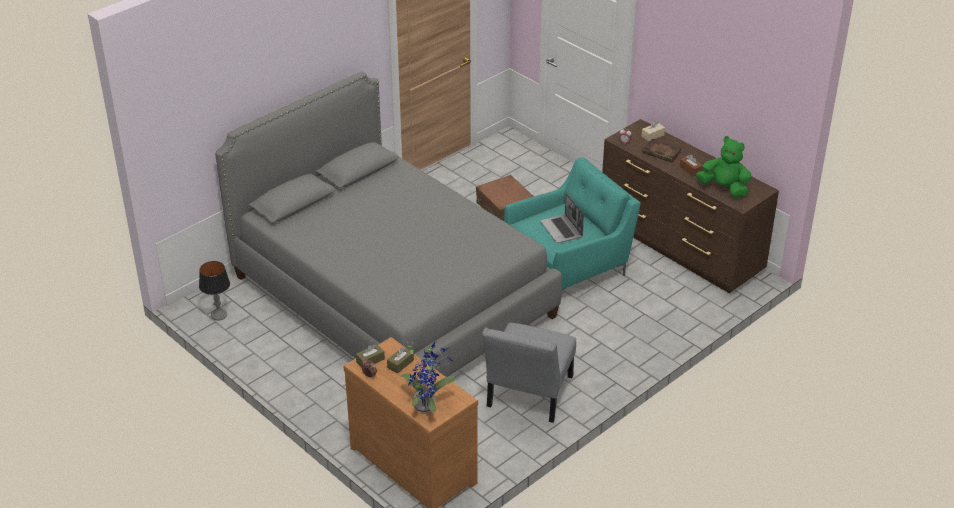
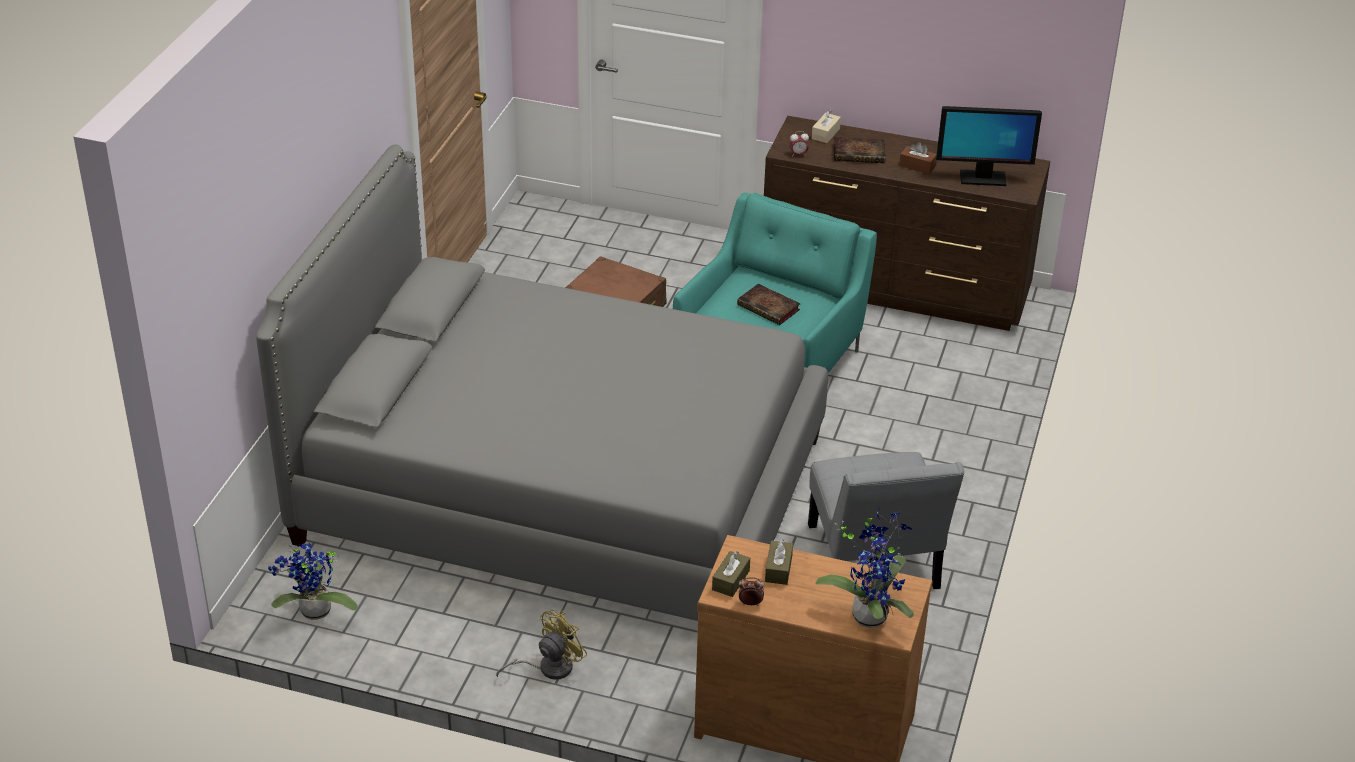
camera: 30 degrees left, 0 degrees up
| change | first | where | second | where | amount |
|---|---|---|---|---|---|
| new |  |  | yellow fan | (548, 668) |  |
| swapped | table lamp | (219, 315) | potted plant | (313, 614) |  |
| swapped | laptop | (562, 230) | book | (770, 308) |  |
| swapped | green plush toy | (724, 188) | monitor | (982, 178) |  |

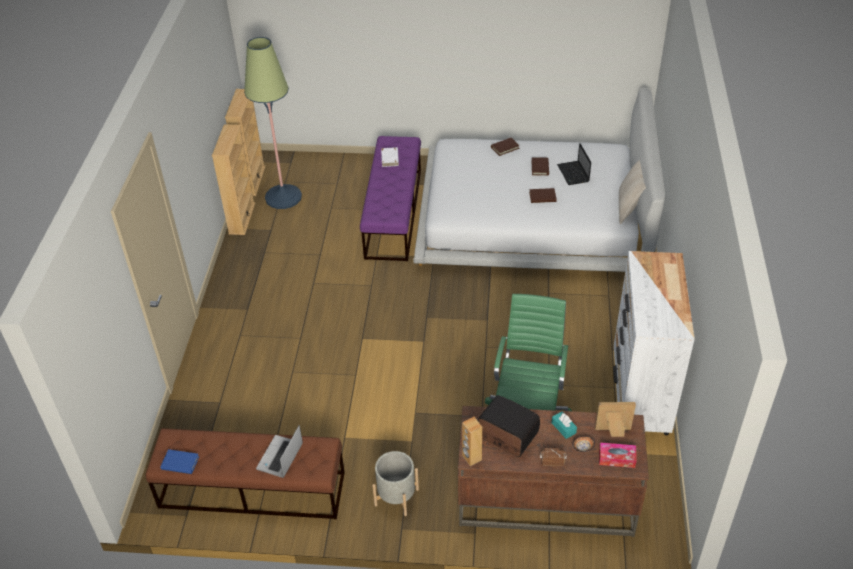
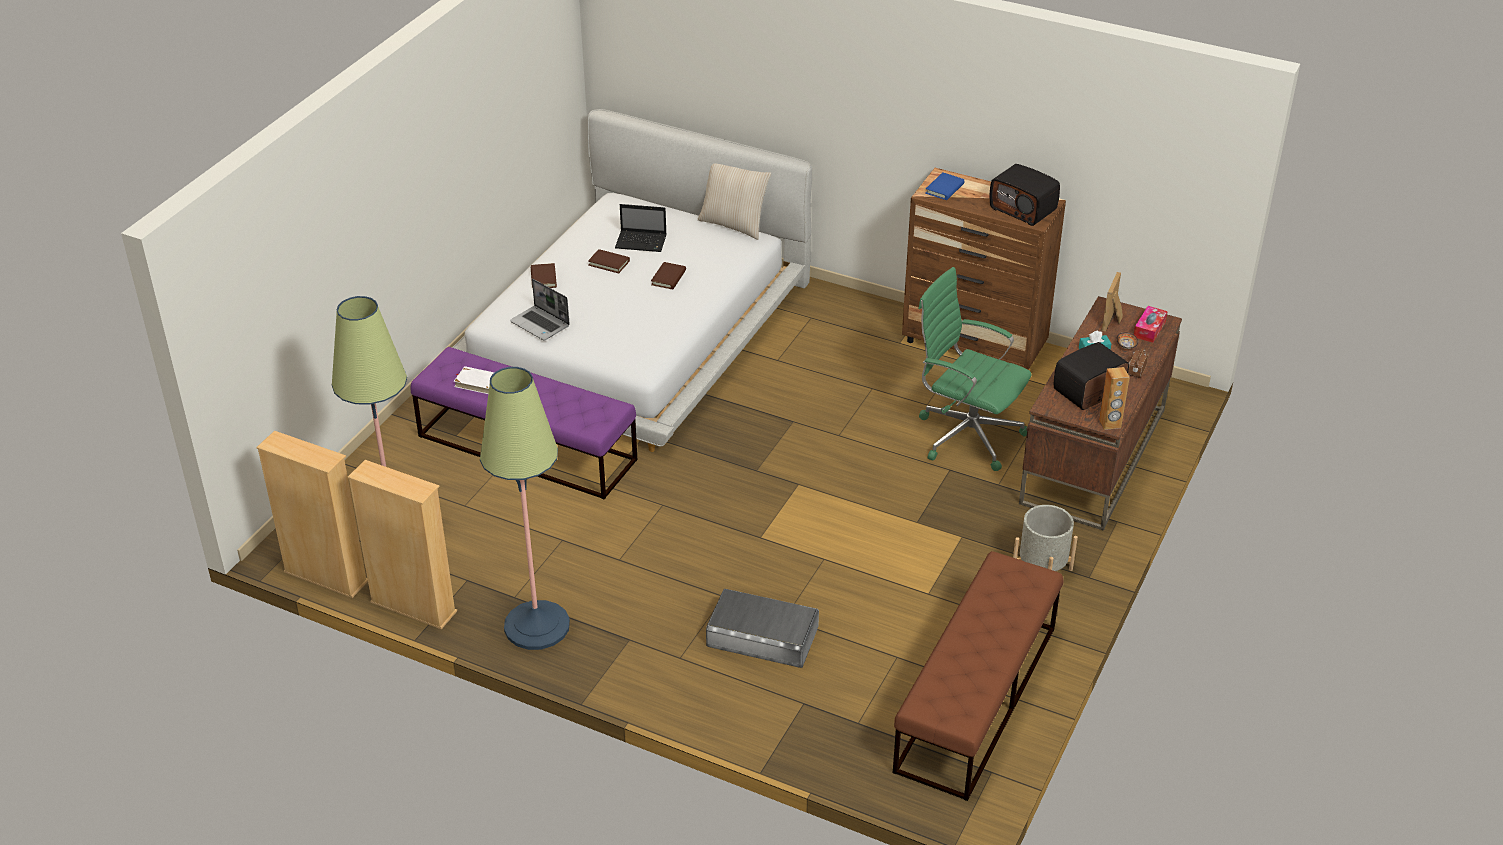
camera: 70 degrees left, 5 degrees down
| change | first | where | second | where | amount |
|---|---|---|---|---|---|
| new |  |  | floor lamp | (537, 626) |  |
| new |  |  | grey storage box | (762, 636) |  |
| new |  |  | radio | (1023, 209) |  |
| shifted | blue book | (180, 463) |  | (944, 188) |  |
| shifted | laptop | (280, 457) |  | (541, 324) |  |
| repainted | white dresser | (640, 393) | brown dresser | (975, 344) |  |

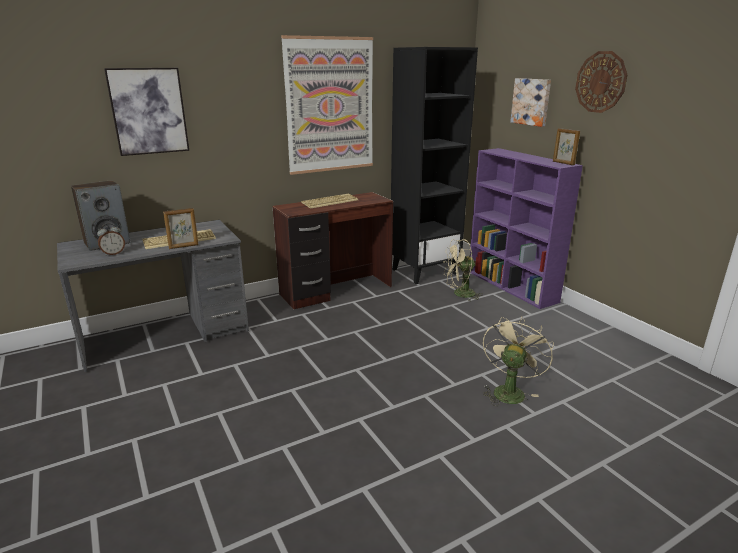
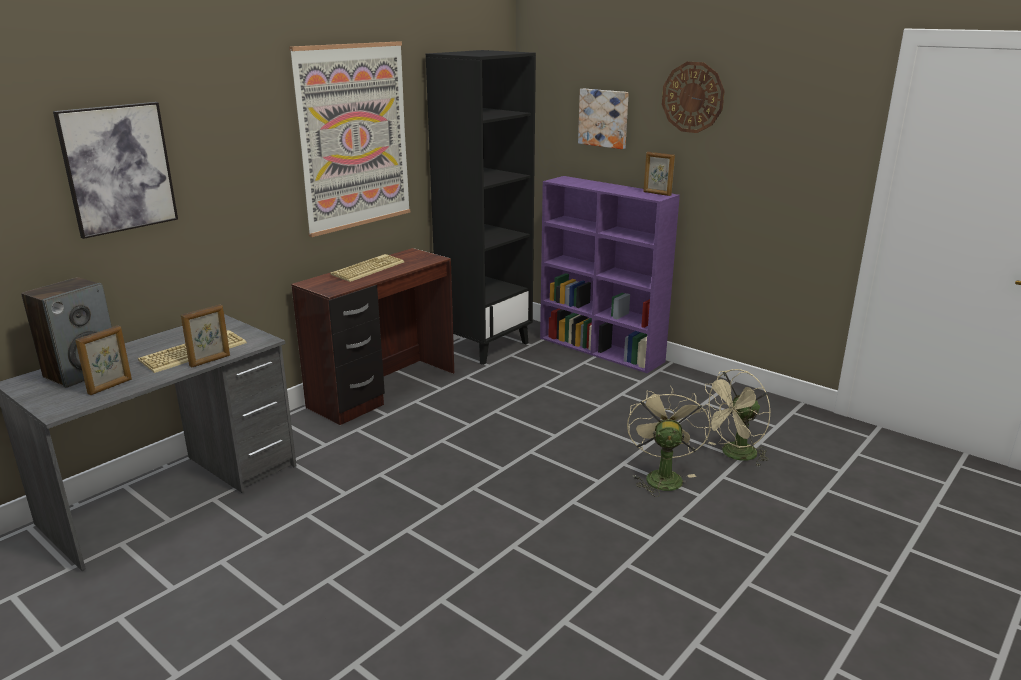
camera: 20 degrees left, 0 degrees up
| change | first | where | second | where | amount |
|---|---|---|---|---|---|
| shifted | beige fan | (460, 294) |  | (734, 455) |  |
| swapped | alarm clock | (113, 253) | picture frame | (110, 386) |  |

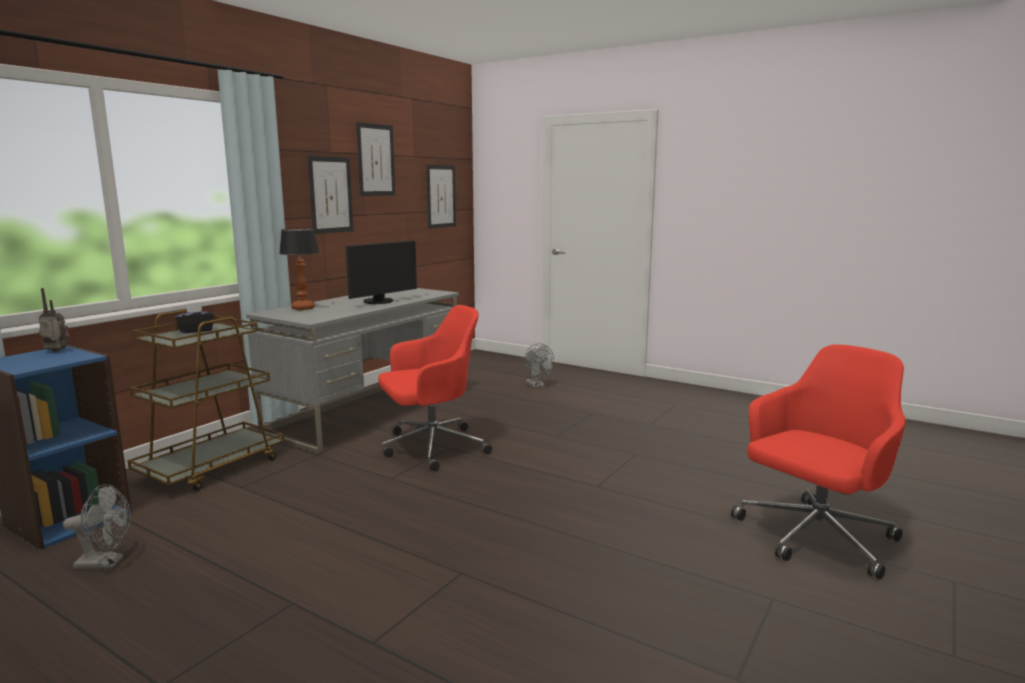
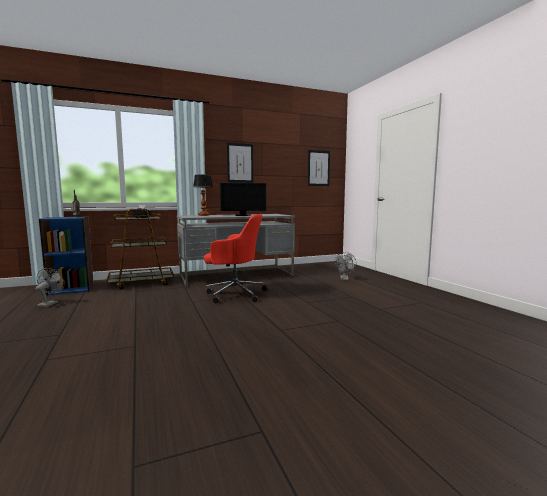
camera: 35 degrees right, 5 degrees down
| change | first | where | second | where | amount |
|---|---|---|---|---|---|
| gone | picture | (376, 160) |  |  |  |
| gone | red office chair | (814, 537) |  |  |  |
| rotated | grey fan | (106, 562) |  | (50, 303) | 120 degrees counterclockwise |

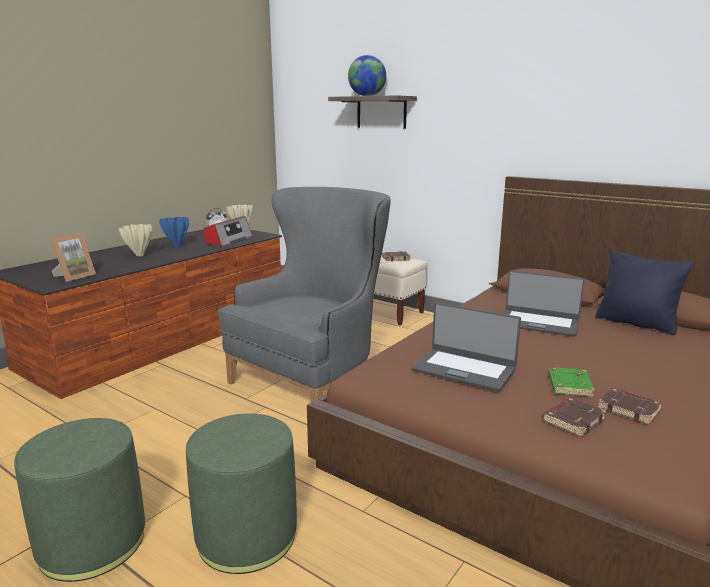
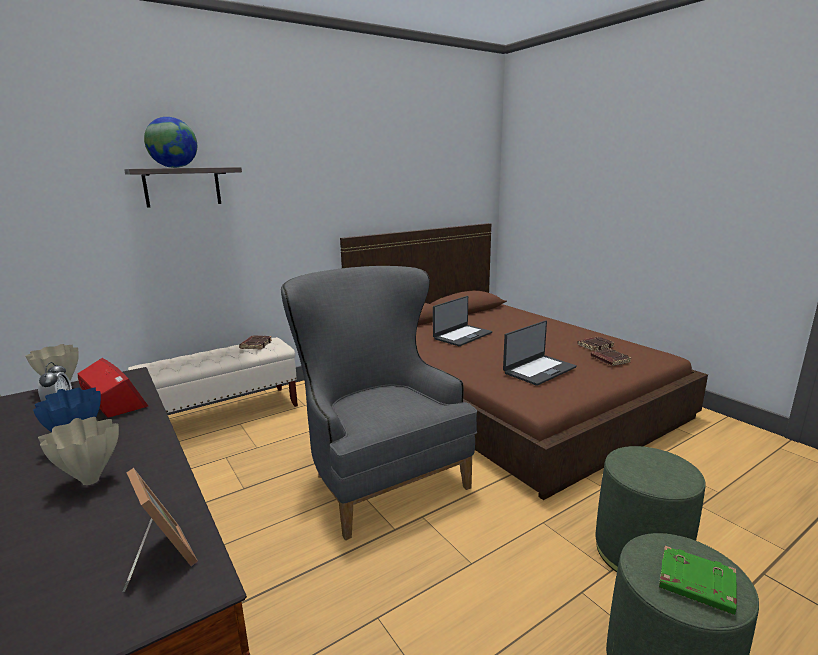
camera: 70 degrees left, 0 degrees up
| change | first | where | second | where | amount |
|---|---|---|---|---|---|
| gone | black pillow | (636, 323) |  |  |  |
| shifted | green book | (568, 385) |  | (695, 584) |  |

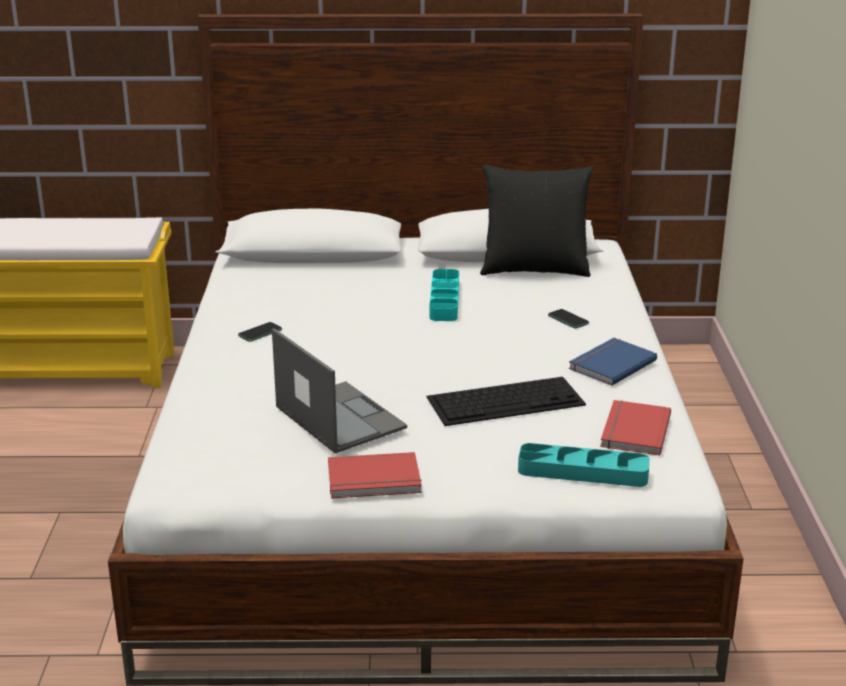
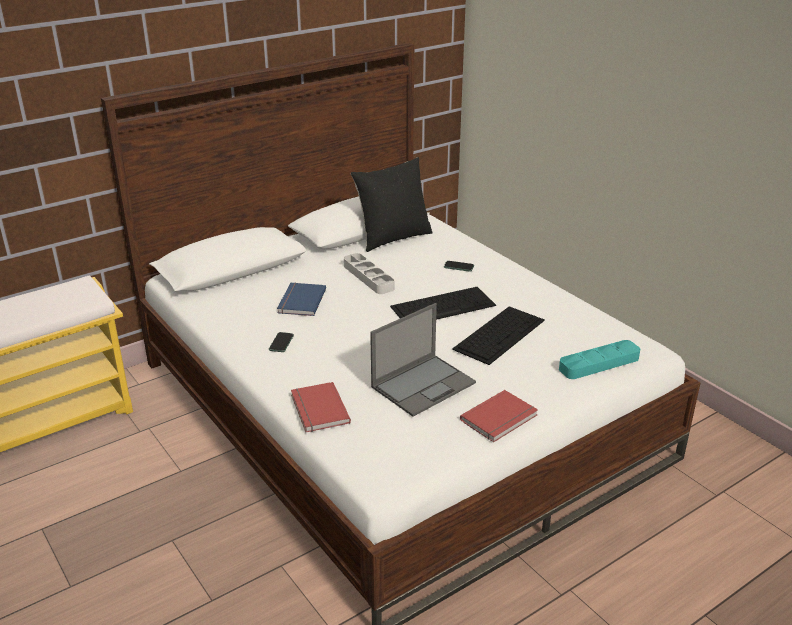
camera: 35 degrees left, 5 degrees up
| change | first | where | second | where | amount |
|---|---|---|---|---|---|
| new |  |  | keyboard | (443, 305) |  |
| shifted | blue book | (610, 364) |  | (300, 301) |  |
| shifted | red book | (633, 430) |  | (318, 409) |  |
| repainted | turquoise tray | (444, 300) | grey tray | (368, 277) |  |
| rotated | laptop | (338, 417) |  | (424, 384) | 120 degrees clockwise |

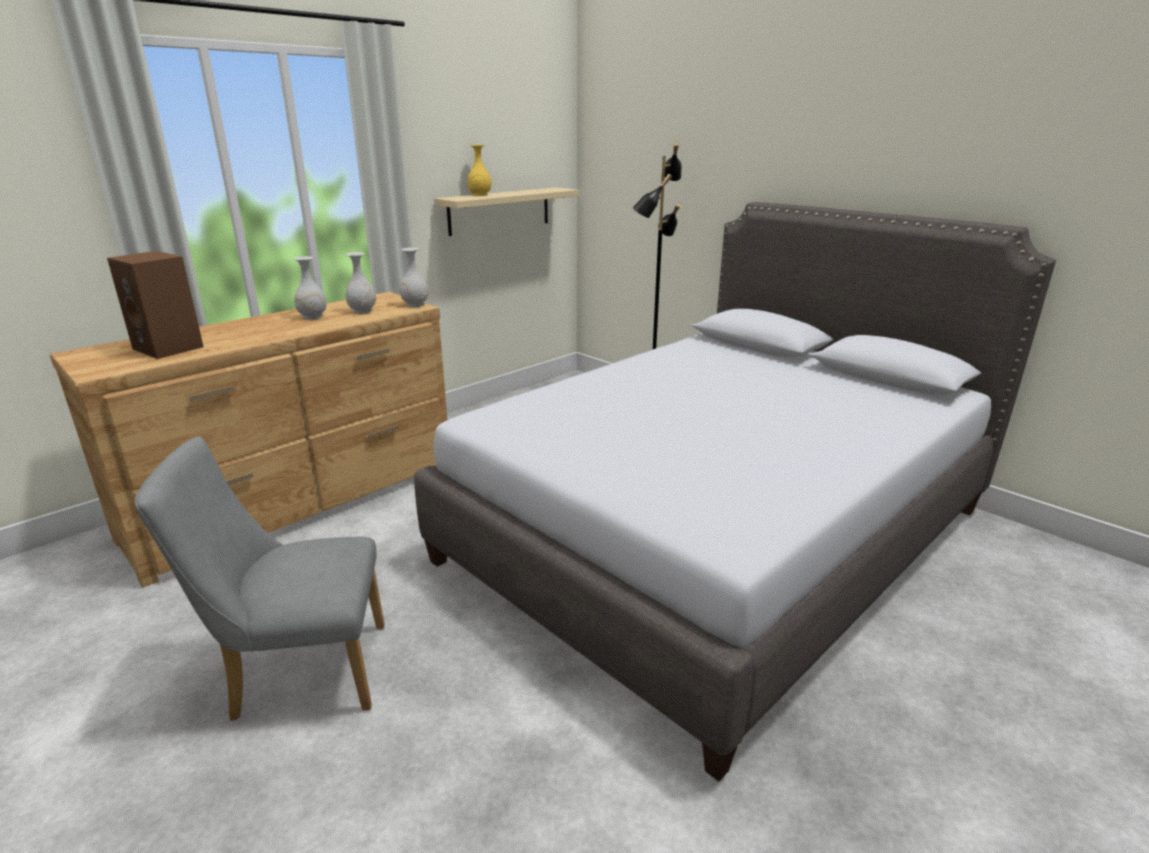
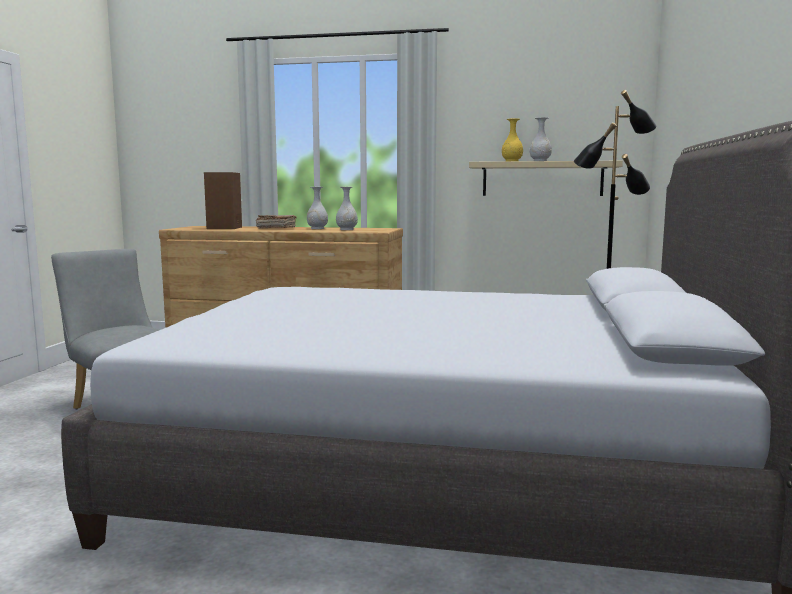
camera: 55 degrees right, 15 degrees down
| change | first | where | second | where | amount |
|---|---|---|---|---|---|
| new |  |  | brown book | (276, 228) |  |
| shifted | white vase | (415, 304) |  | (540, 161) |  |

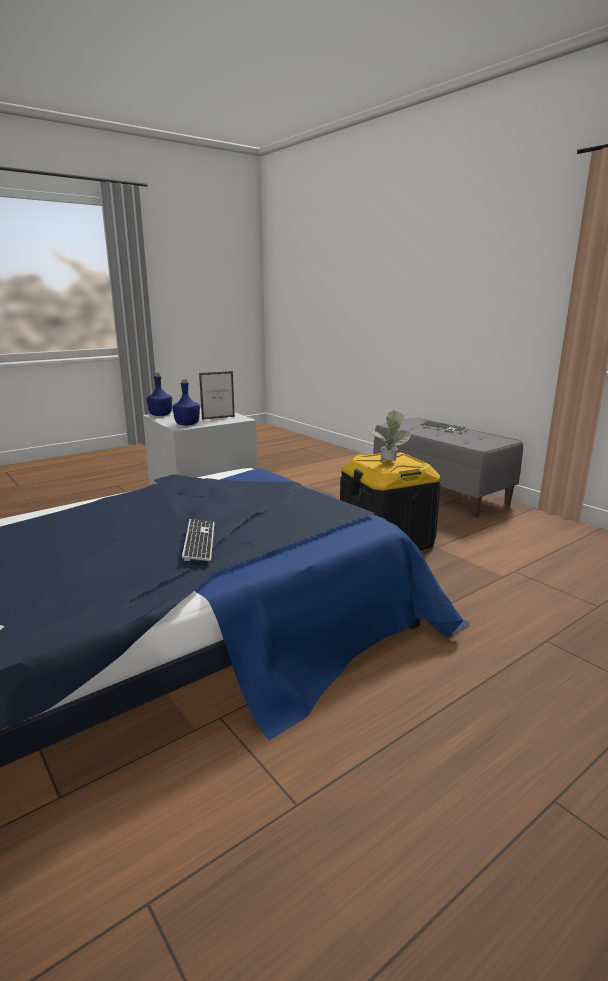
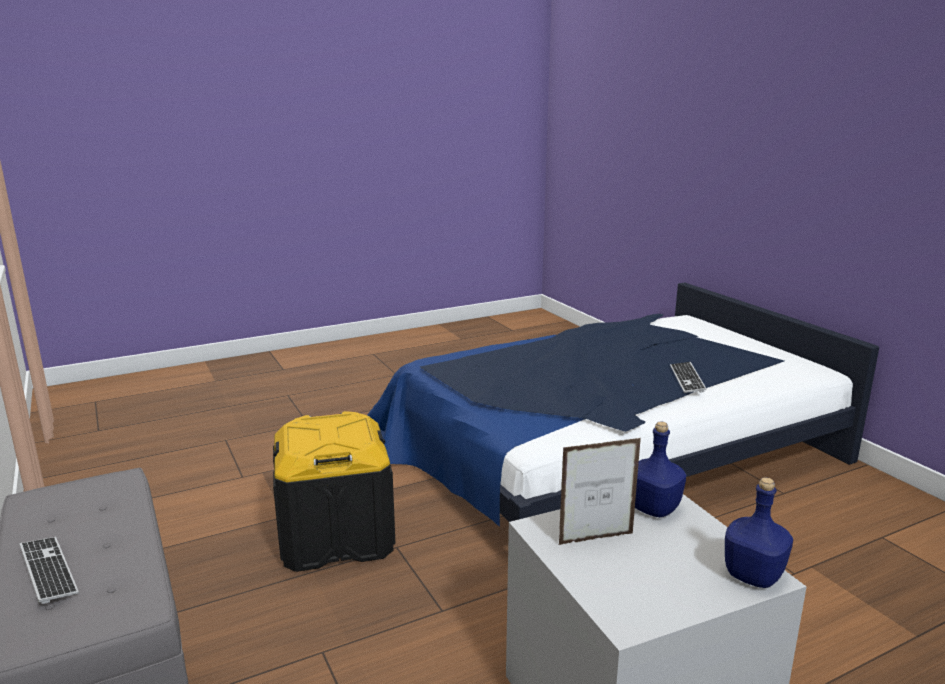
camera: 170 degrees left, 0 degrees up
| change | first | where | second | where | amount |
|---|---|---|---|---|---|
| gone | potted plant | (388, 463) |  |  |  |
| shifted | keyboard | (199, 541) |  | (687, 379) |  |

